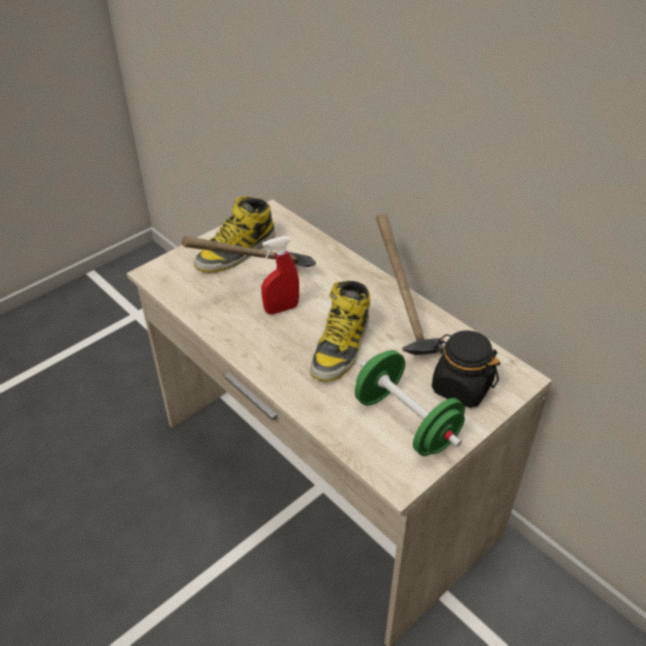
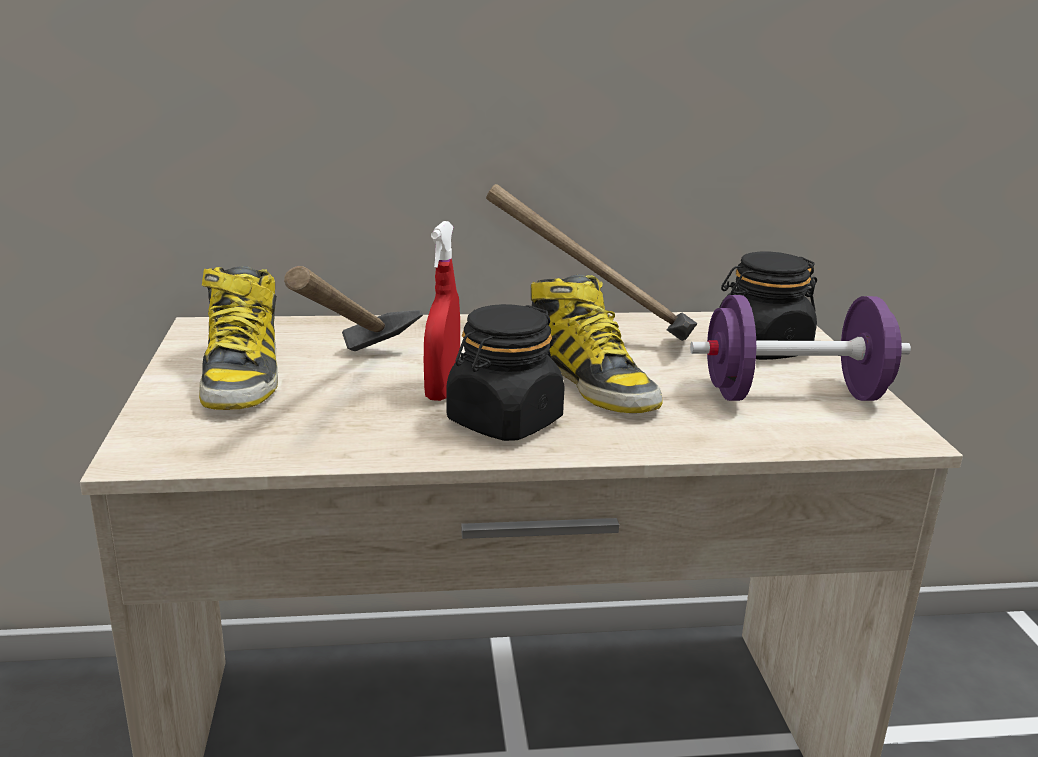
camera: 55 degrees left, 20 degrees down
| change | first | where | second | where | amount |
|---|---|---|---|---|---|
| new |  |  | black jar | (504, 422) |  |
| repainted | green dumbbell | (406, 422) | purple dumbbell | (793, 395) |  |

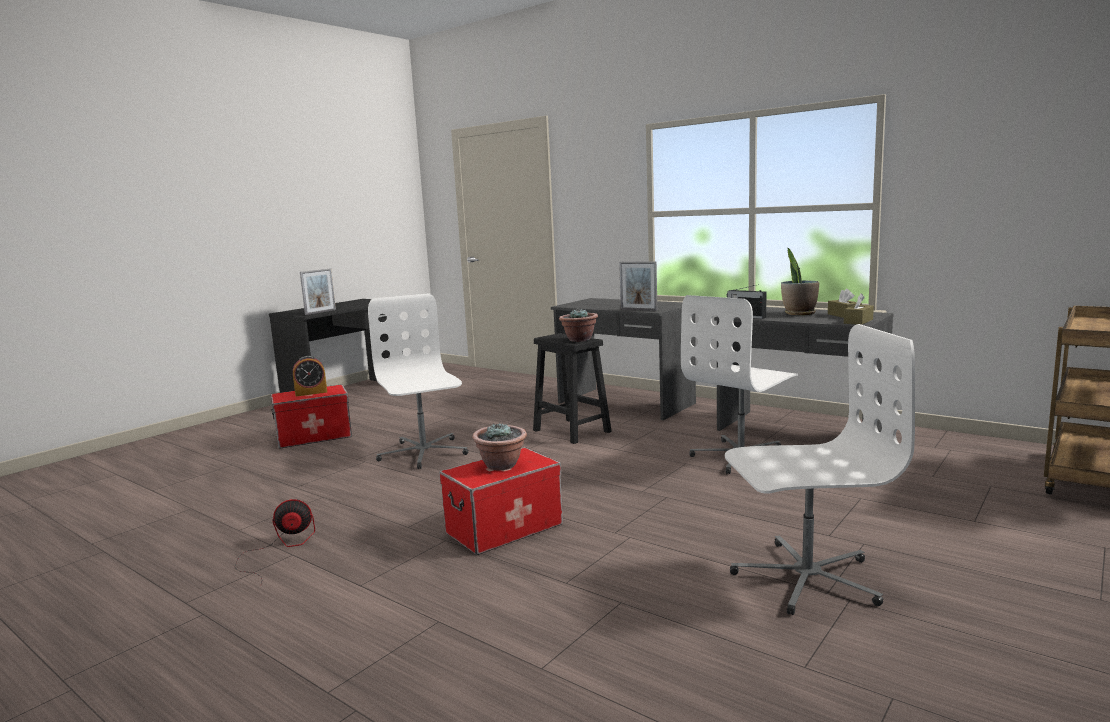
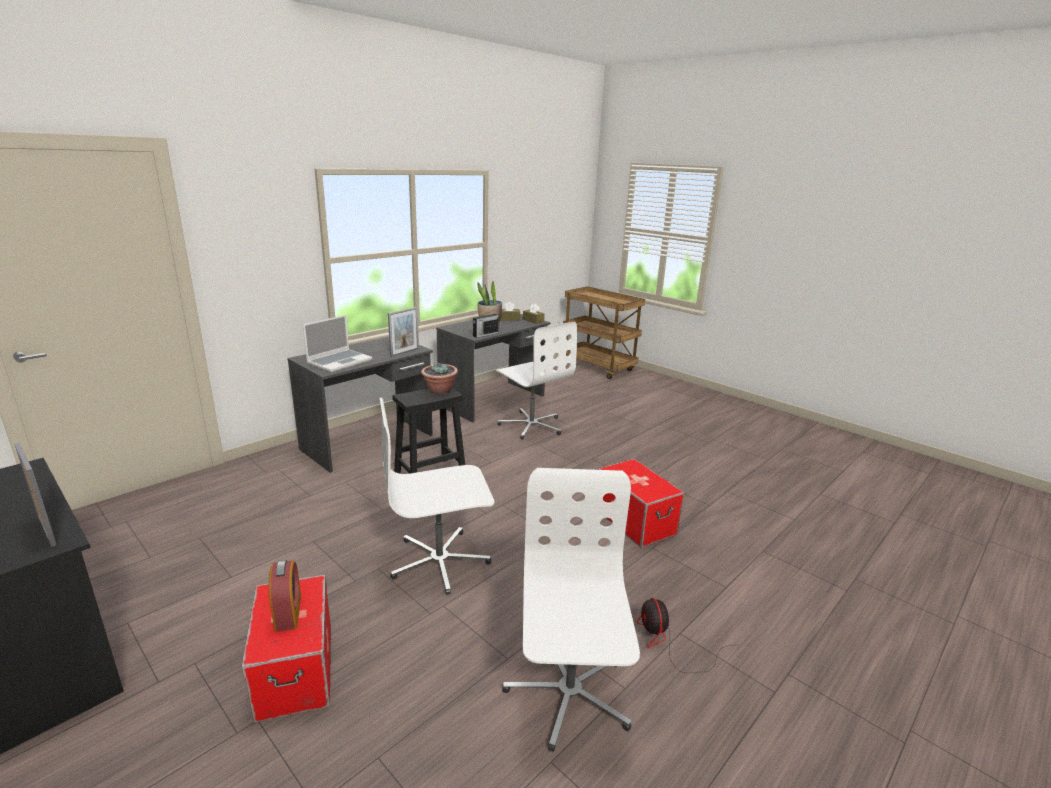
camera: 85 degrees left, 10 degrees up
| change | first | where | second | where | amount |
|---|---|---|---|---|---|
| gone | potted plant | (501, 465) |  |  |  |
| new |  |  | laptop | (339, 361) |  |
| shifted | white office chair | (805, 578) |  | (568, 693) |  |

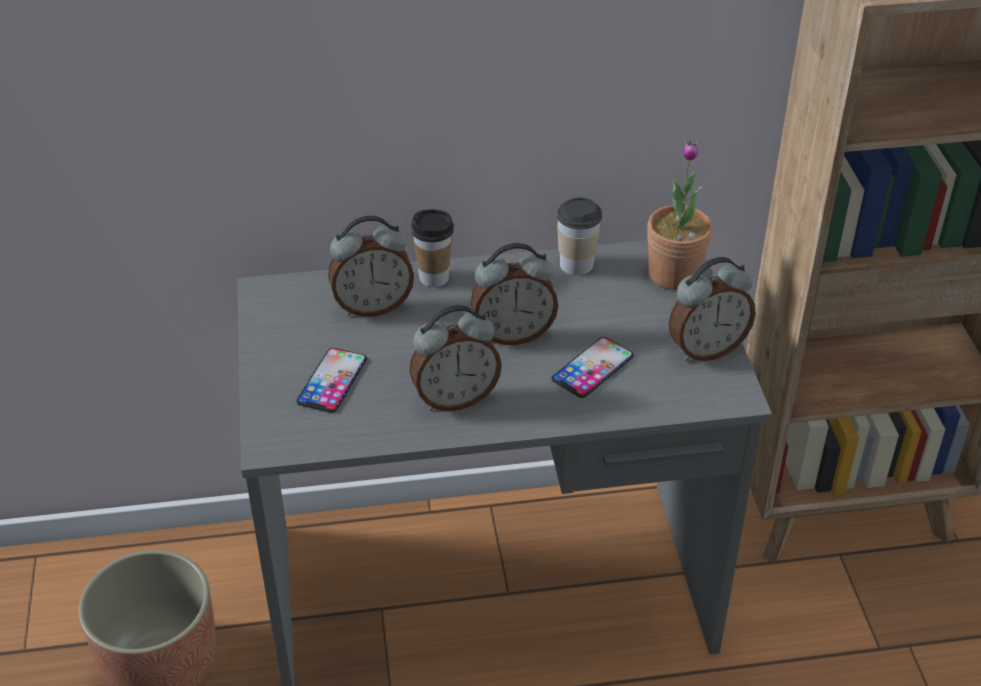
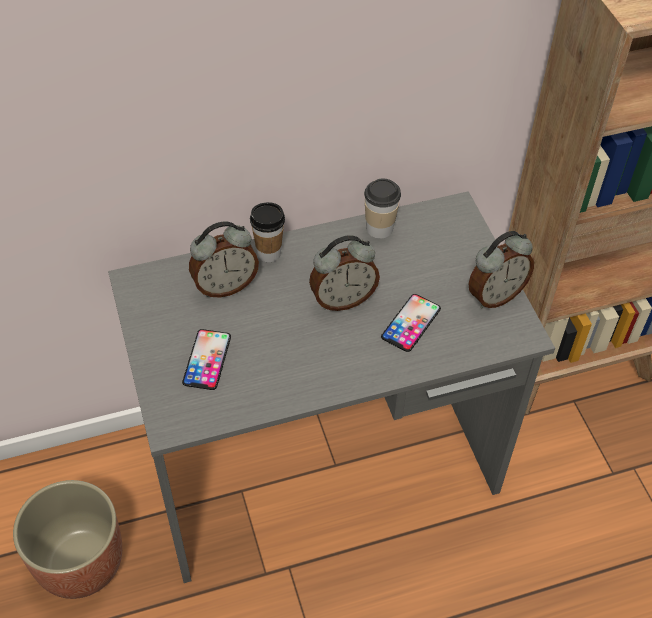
camera: 10 degrees left, 10 degrees up
| change | first | where | second | where | amount |
|---|---|---|---|---|---|
| gone | alarm clock | (455, 398) |  |  |  |
| gone | potted plant | (674, 274) |  |  |  |

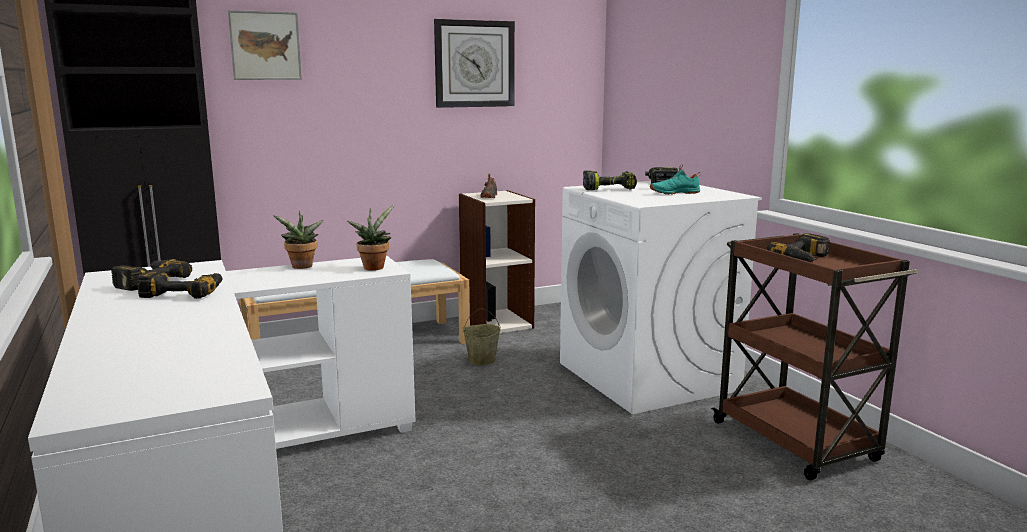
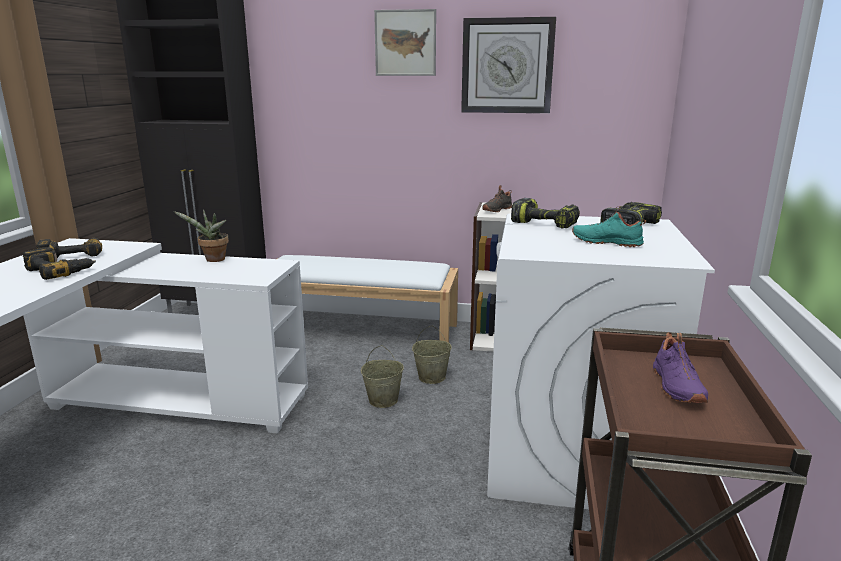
camera: 35 degrees right, 5 degrees up
| change | first | where | second | where | amount |
|---|---|---|---|---|---|
| gone | potted plant | (374, 267) |  |  |  |
| new |  |  | beige bucket | (383, 400) |  |
| shifted | picture | (265, 46) |  | (405, 43) |  |
| swapped | power drill | (805, 259) | purple shoe | (675, 386) |  |

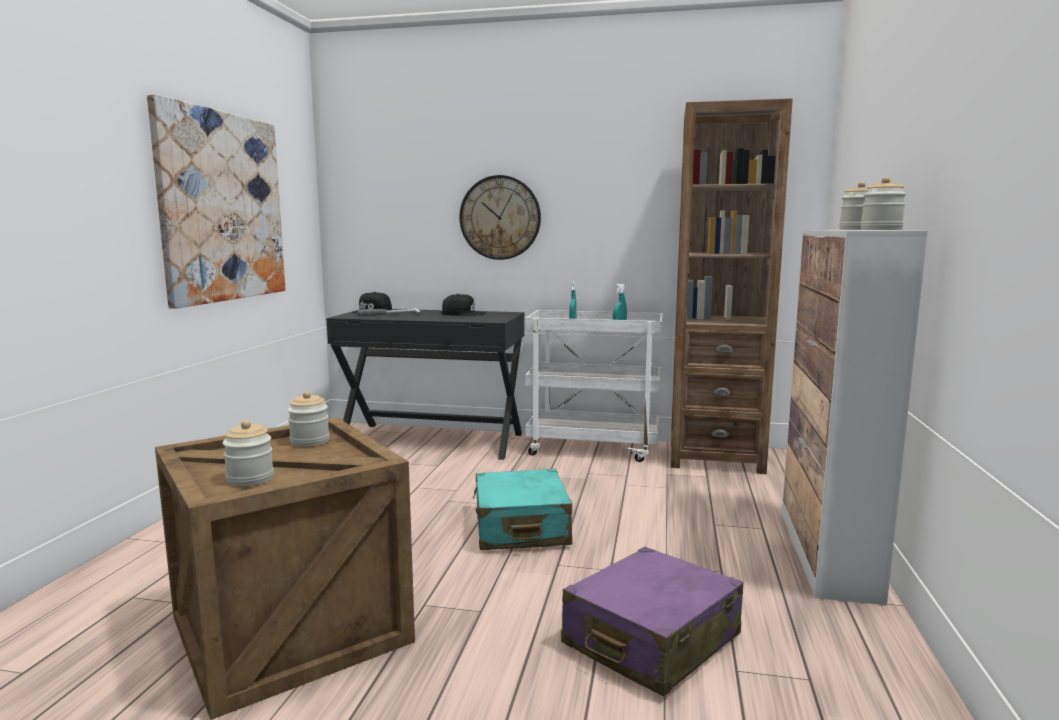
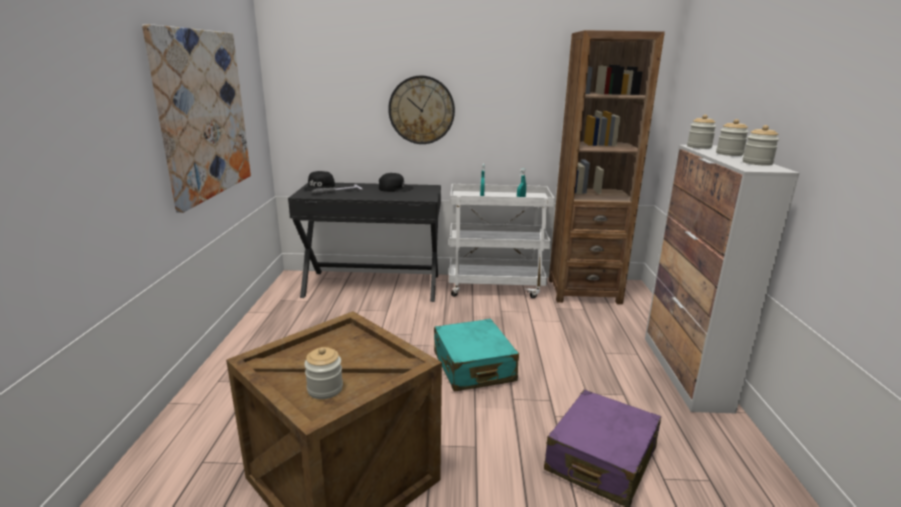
camera: 10 degrees left, 10 degrees up
| change | first | where | second | where | amount |
|---|---|---|---|---|---|
| shifted | jar | (309, 441) |  | (699, 147) |  |

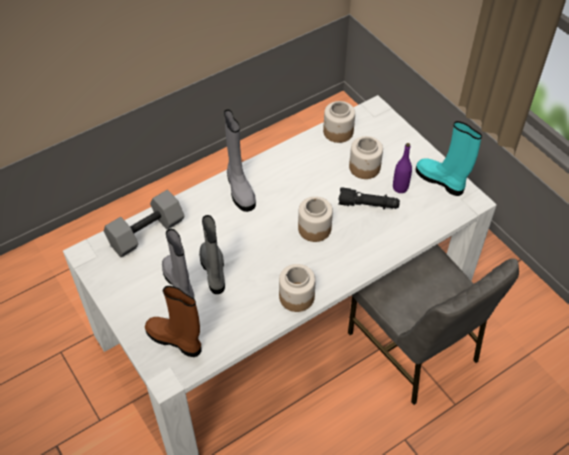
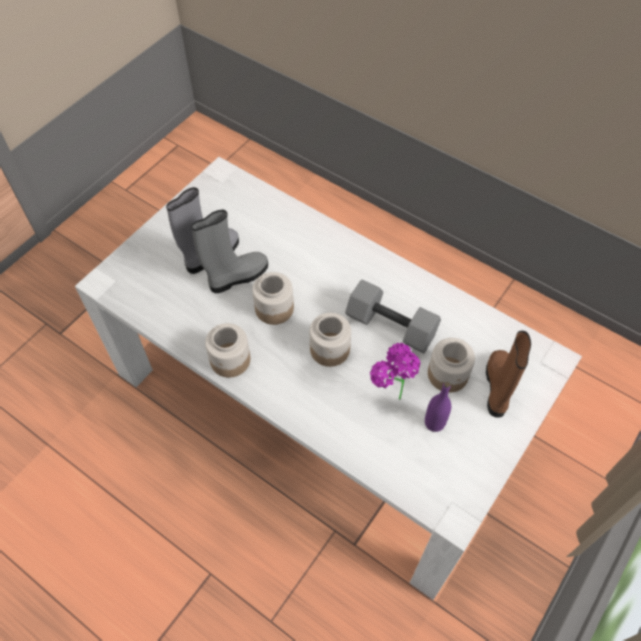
camera: 70 degrees right, 5 degrees up
| change | first | where | second | where | amount |
|---|---|---|---|---|---|
| gone | grey boot | (239, 189) |  |  |  |
| gone | grey chair | (415, 347) |  |  |  |
| gone | turquoise boot | (441, 181) |  |  |  |
| shifted | grey dumbbell | (146, 234) |  | (389, 327) |  |
| shifted | brown boot | (176, 340) |  | (498, 388) |  |
| shifted | jar | (338, 132) |  | (273, 308) |  |
| swapped | black flashlight | (368, 205) | potted plant | (389, 394) |  |

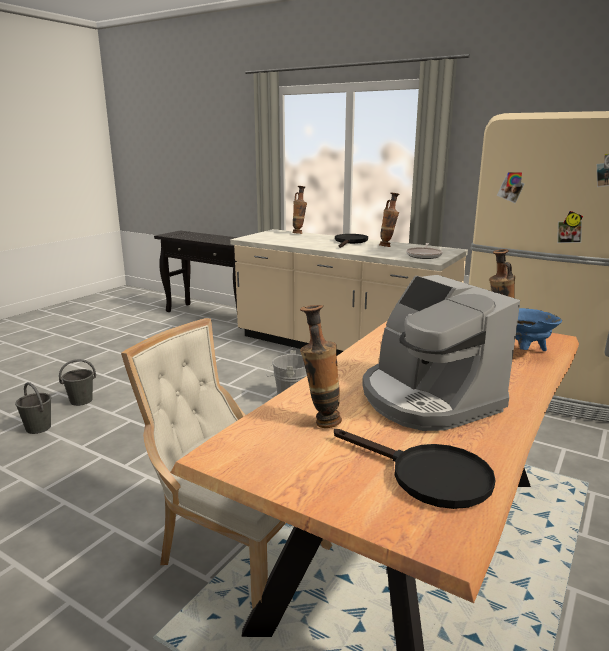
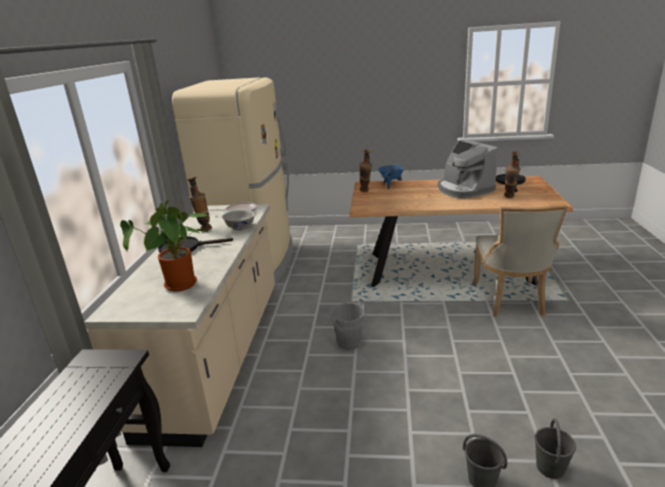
camera: 115 degrees left, 5 degrees up
| change | first | where | second | where | amount |
|---|---|---|---|---|---|
| gone | vase | (299, 233) |  |  |  |
| new |  |  | potted plant | (181, 286) |  |
| new |  |  | white bowl | (240, 227) |  |
| rotated | coffee machine | (427, 399) |  | (464, 190) | 120 degrees clockwise |

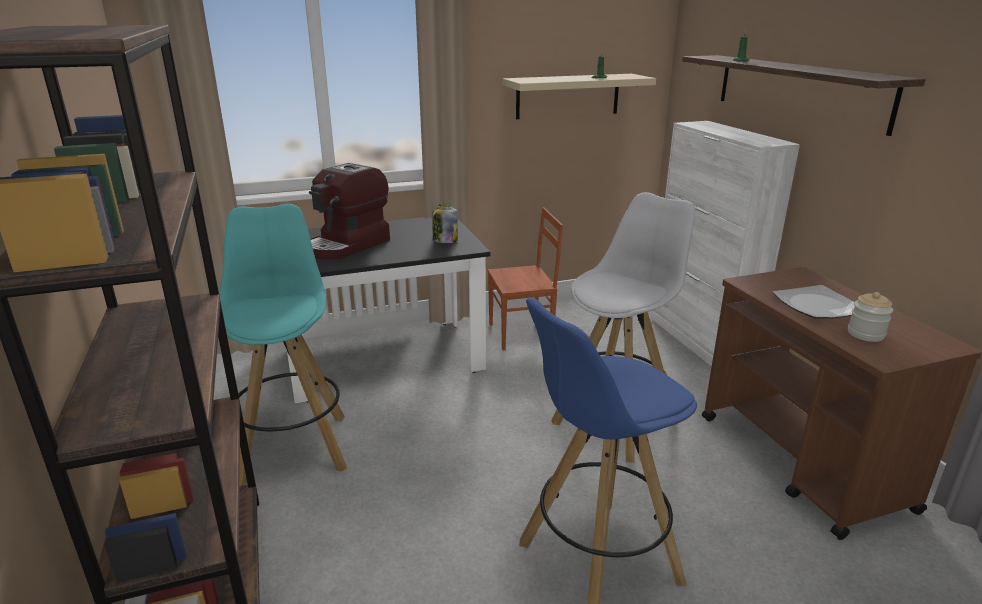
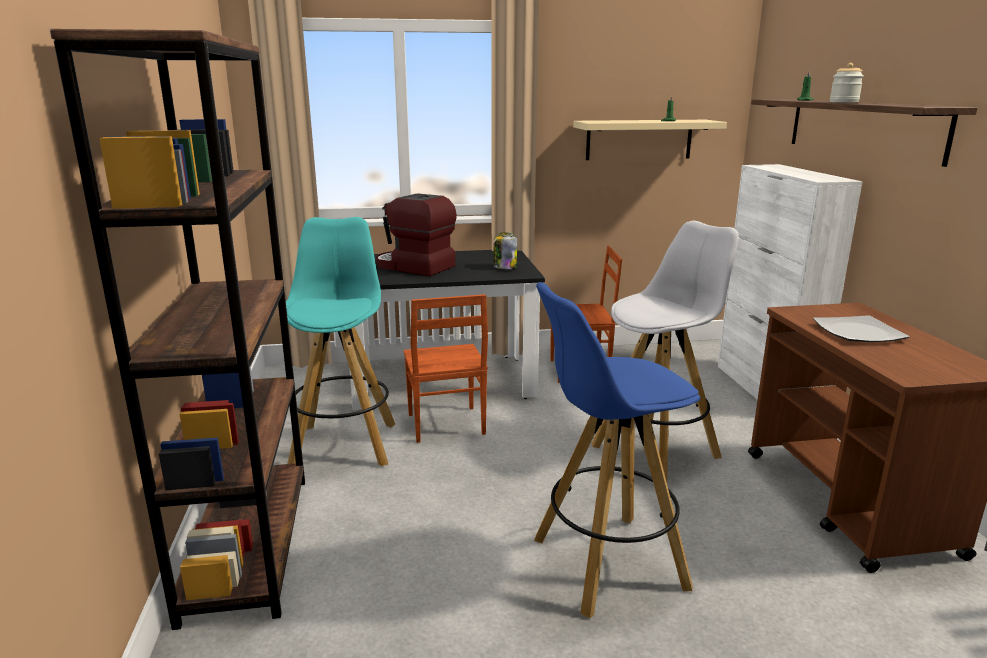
camera: 10 degrees right, 5 degrees down
| change | first | where | second | where | amount |
|---|---|---|---|---|---|
| new |  |  | brown chair | (445, 425) |  |
| shifted | jar | (865, 334) |  | (844, 102) |  |
| rotated | coffee machine | (348, 245) |  | (414, 267) | 75 degrees clockwise |

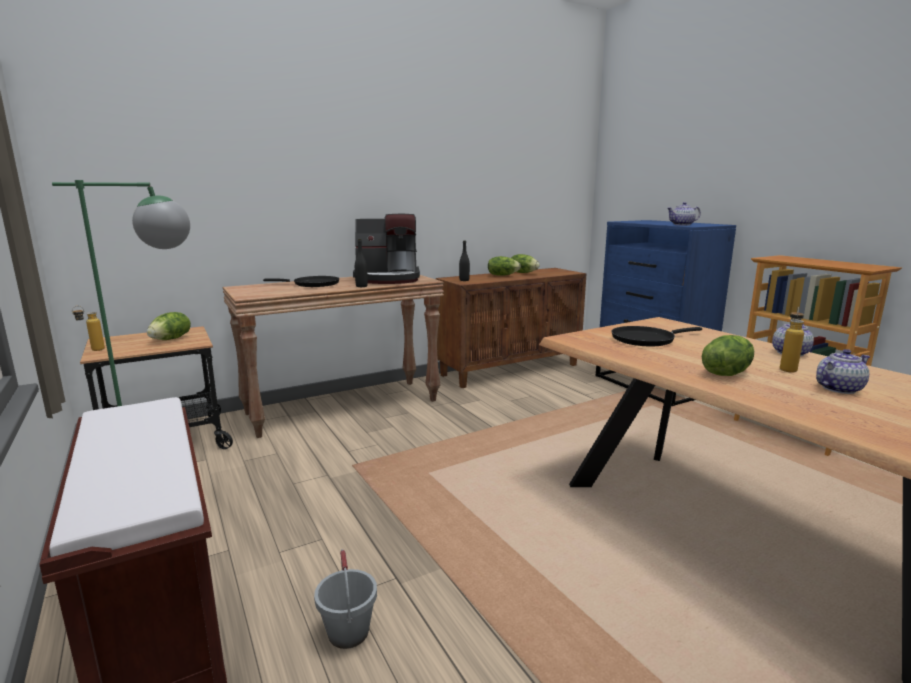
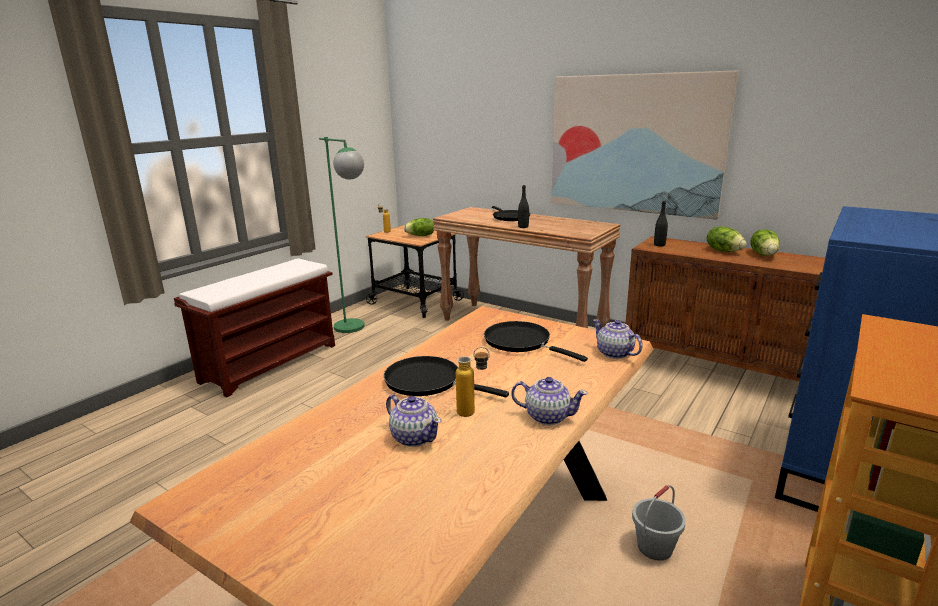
camera: 65 degrees right, 5 degrees up
| change | first | where | second | where | amount |
|---|---|---|---|---|---|
| gone | coffee machine | (388, 279) |  |  |  |
| new |  |  | picture | (634, 144) |  |
| shifted | grey bucket | (348, 632) |  | (654, 548) |  |
| shifted | teapot | (682, 225) |  | (614, 353) |  |
| swapped | lettuce | (726, 373) | black frying pan | (428, 382) |  |

